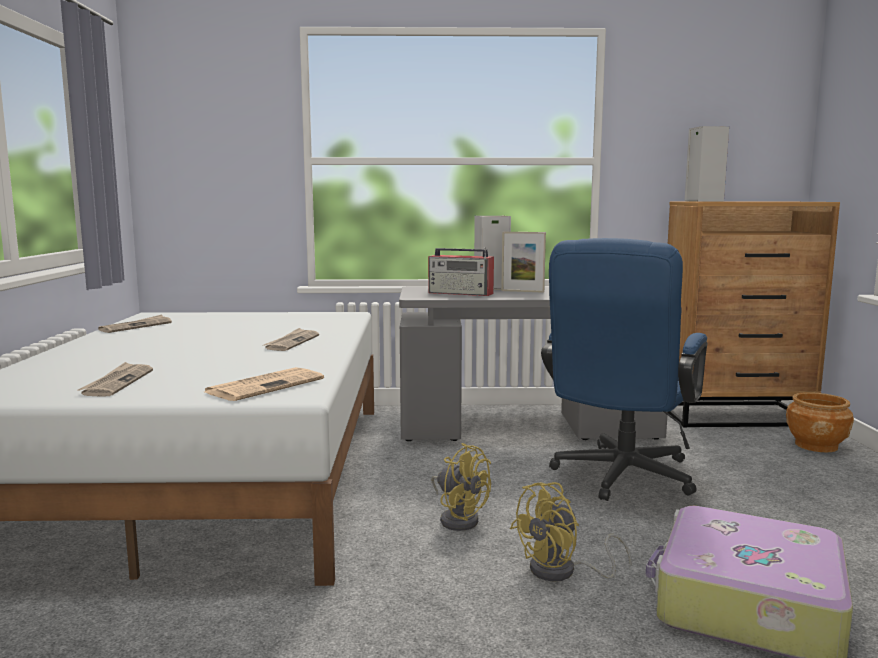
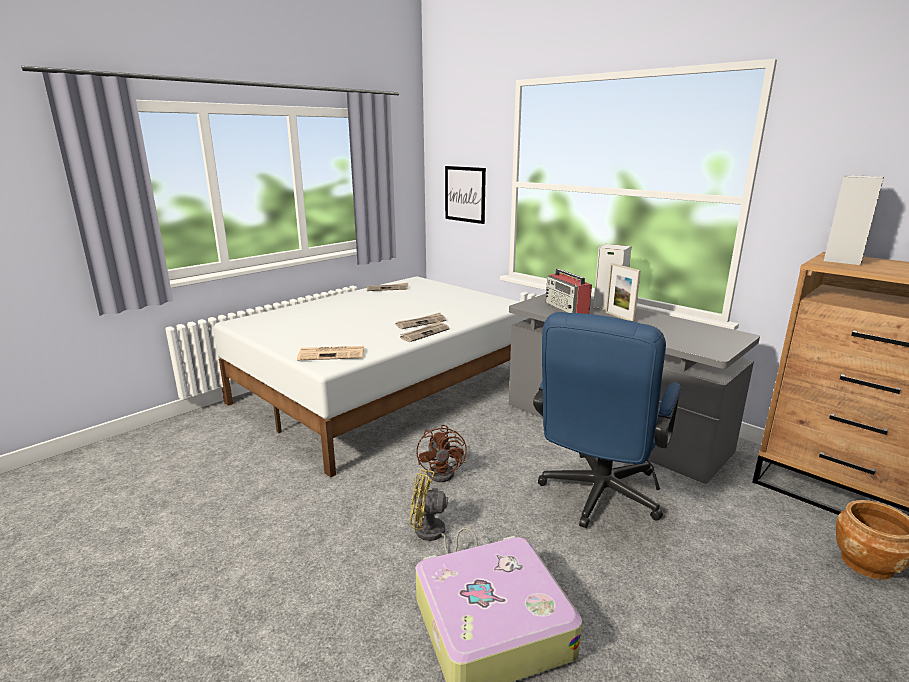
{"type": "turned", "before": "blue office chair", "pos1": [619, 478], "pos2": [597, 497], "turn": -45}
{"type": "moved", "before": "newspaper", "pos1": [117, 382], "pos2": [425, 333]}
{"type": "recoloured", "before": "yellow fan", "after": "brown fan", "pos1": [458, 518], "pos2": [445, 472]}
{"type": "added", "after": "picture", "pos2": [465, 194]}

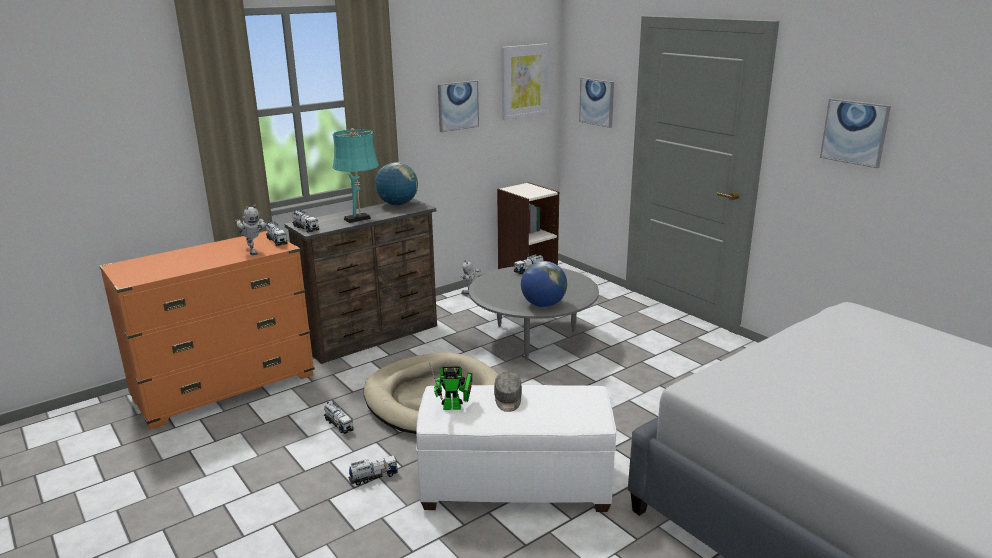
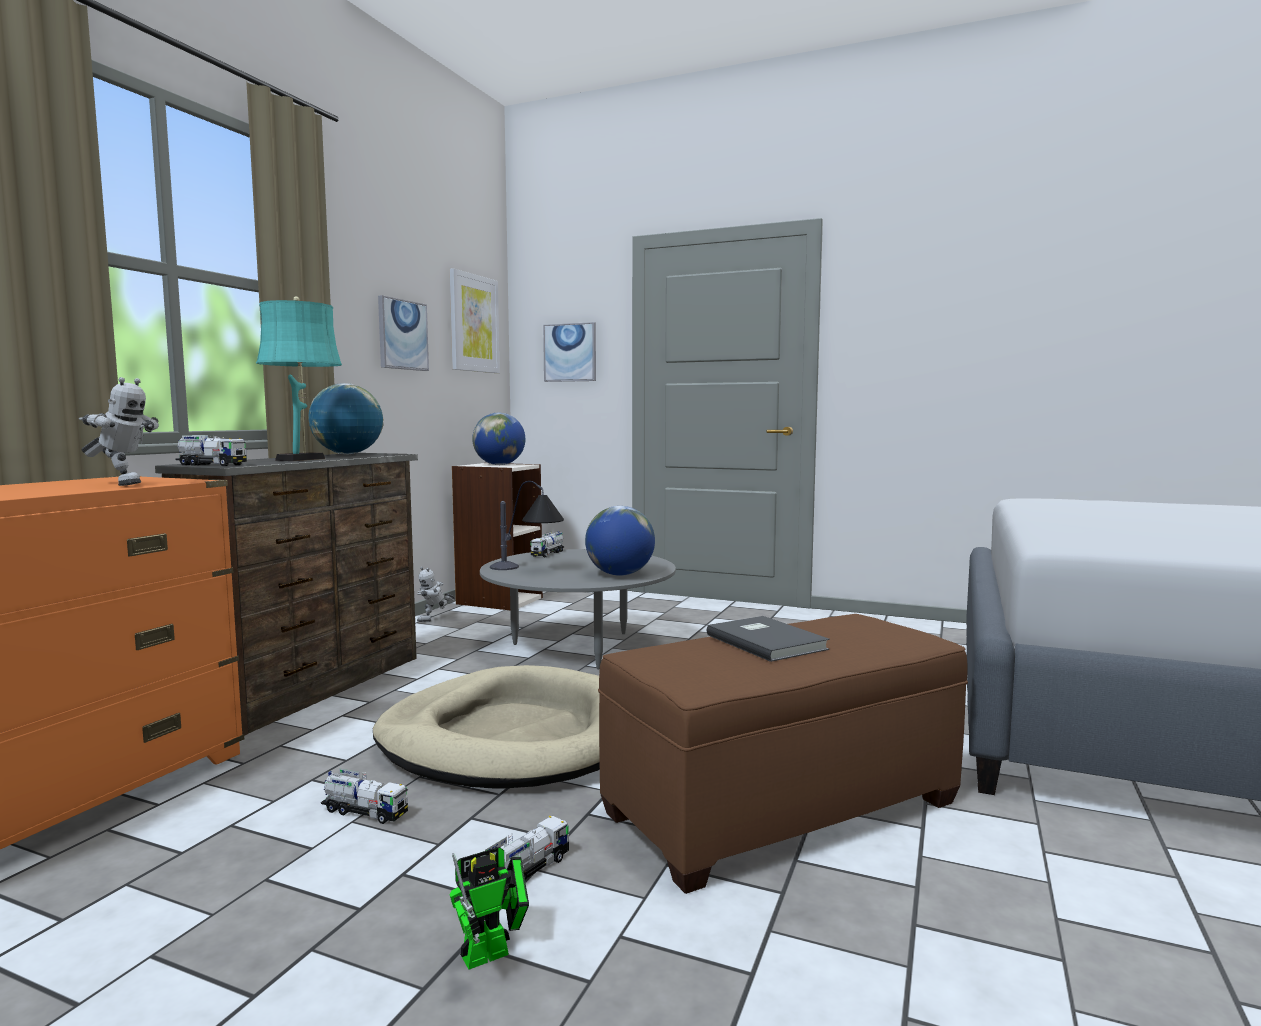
{"type": "removed", "before": "picture", "pos1": [854, 132]}
{"type": "removed", "before": "toy truck", "pos1": [276, 241]}
{"type": "moved", "before": "toy robot", "pos1": [455, 407], "pos2": [492, 953]}
{"type": "replaced", "before": "grey cap", "after": "grey book", "pos1": [508, 400], "pos2": [767, 641]}
{"type": "recoloured", "before": "white ottoman", "after": "brown ottoman", "pos1": [516, 483], "pos2": [782, 807]}
{"type": "added", "after": "globe", "pos2": [499, 465]}
{"type": "added", "after": "table lamp", "pos2": [529, 570]}

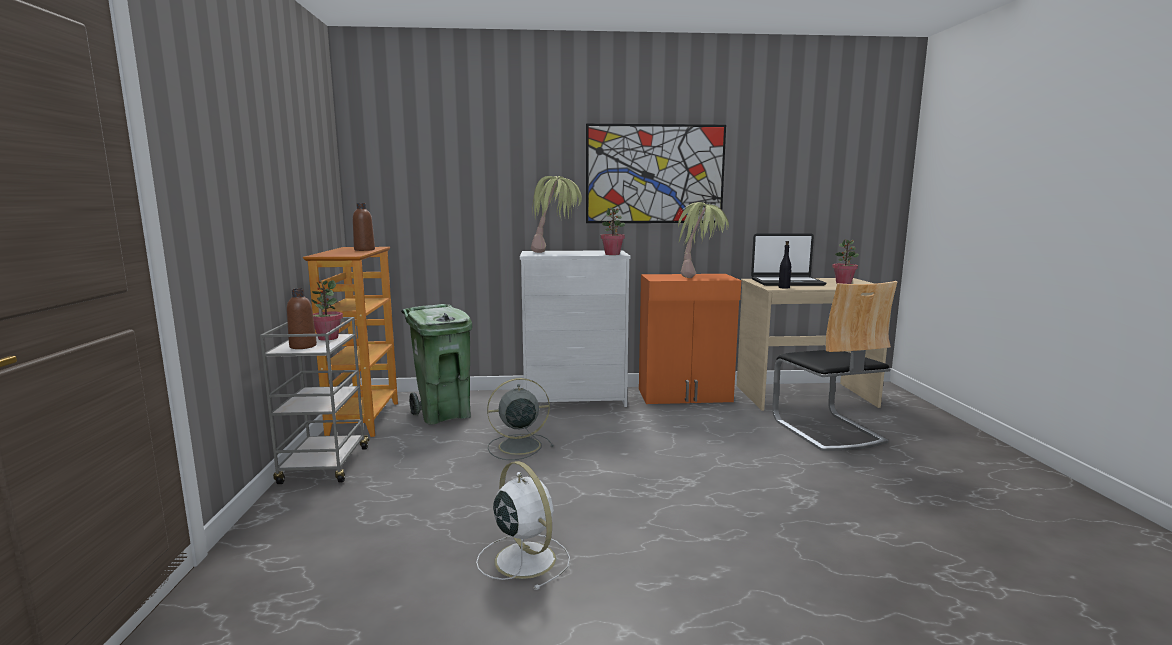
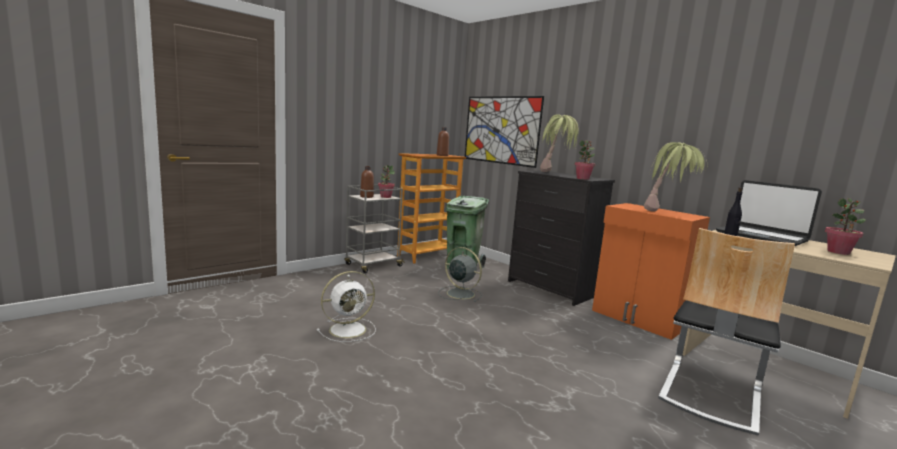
{"type": "moved", "before": "picture", "pos1": [655, 174], "pos2": [501, 130]}
{"type": "recoloured", "before": "white dresser", "after": "black dresser", "pos1": [575, 399], "pos2": [551, 289]}
{"type": "turned", "before": "white fan", "pos1": [523, 558], "pos2": [349, 329], "turn": 45}

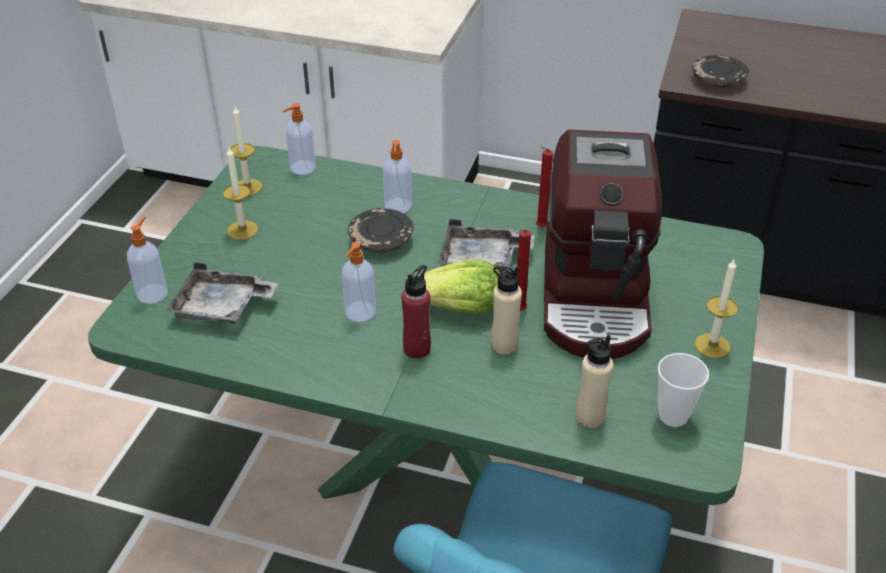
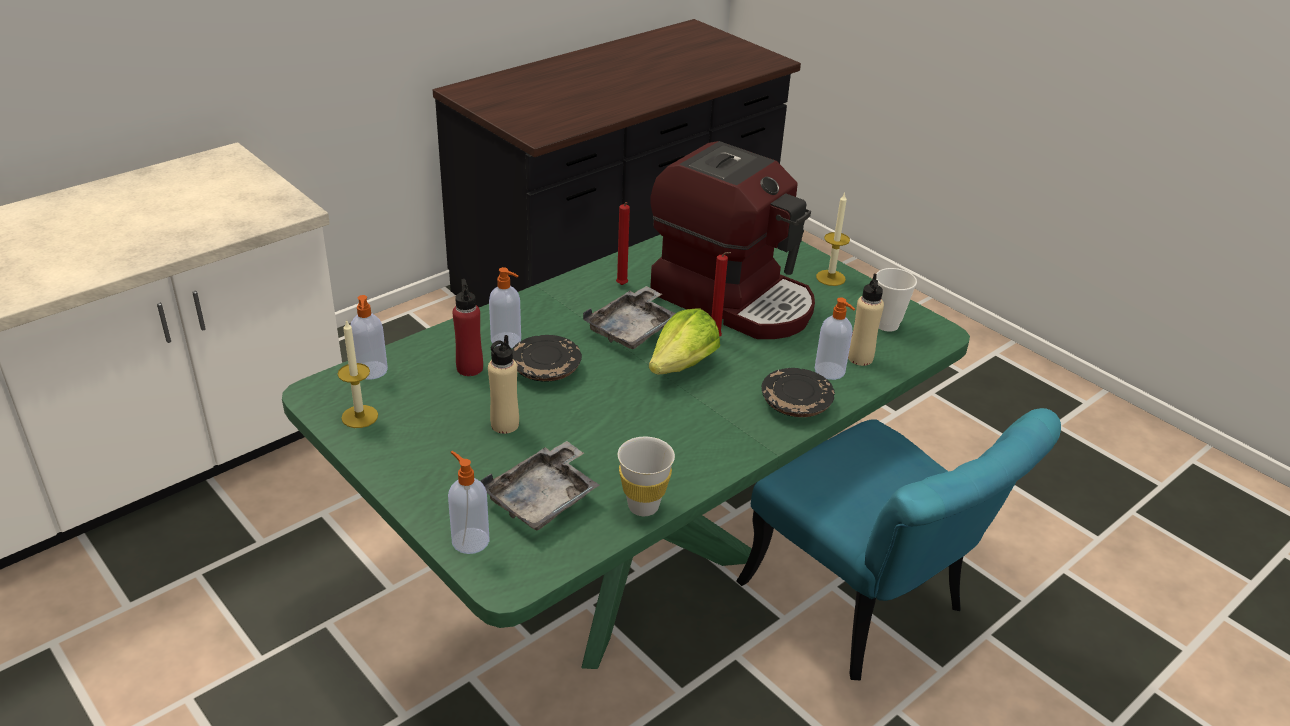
{"type": "moved", "before": "black plate", "pos1": [718, 80], "pos2": [796, 403]}
{"type": "removed", "before": "candle", "pos1": [242, 230]}
{"type": "moved", "before": "soap dispenser", "pos1": [359, 312], "pos2": [830, 371]}
{"type": "moved", "before": "red bottle", "pos1": [417, 349], "pos2": [469, 368]}
{"type": "moved", "before": "beige bottle", "pos1": [504, 344], "pos2": [504, 424]}
{"type": "added", "after": "white cup", "pos2": [643, 506]}

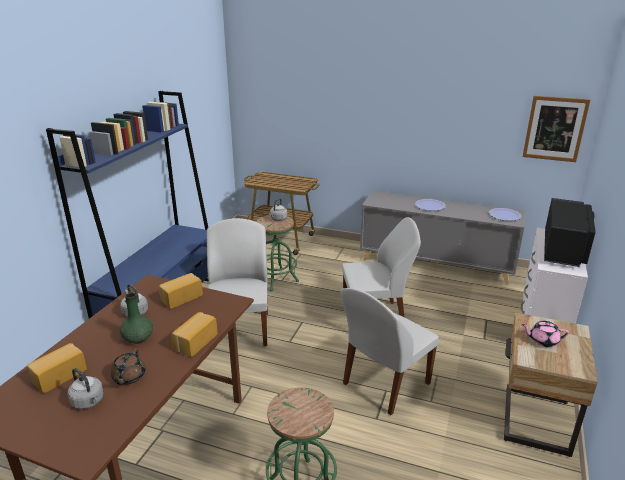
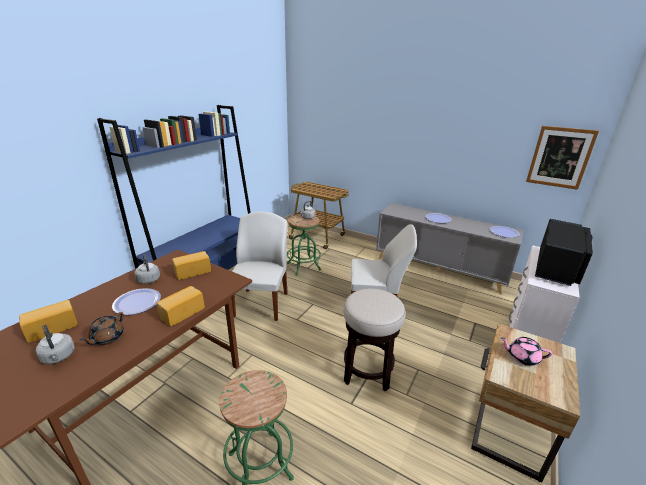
{"type": "replaced", "before": "white chair", "after": "stool", "pos1": [384, 384], "pos2": [367, 371]}
{"type": "replaced", "before": "green vase", "after": "plate", "pos1": [138, 338], "pos2": [137, 302]}

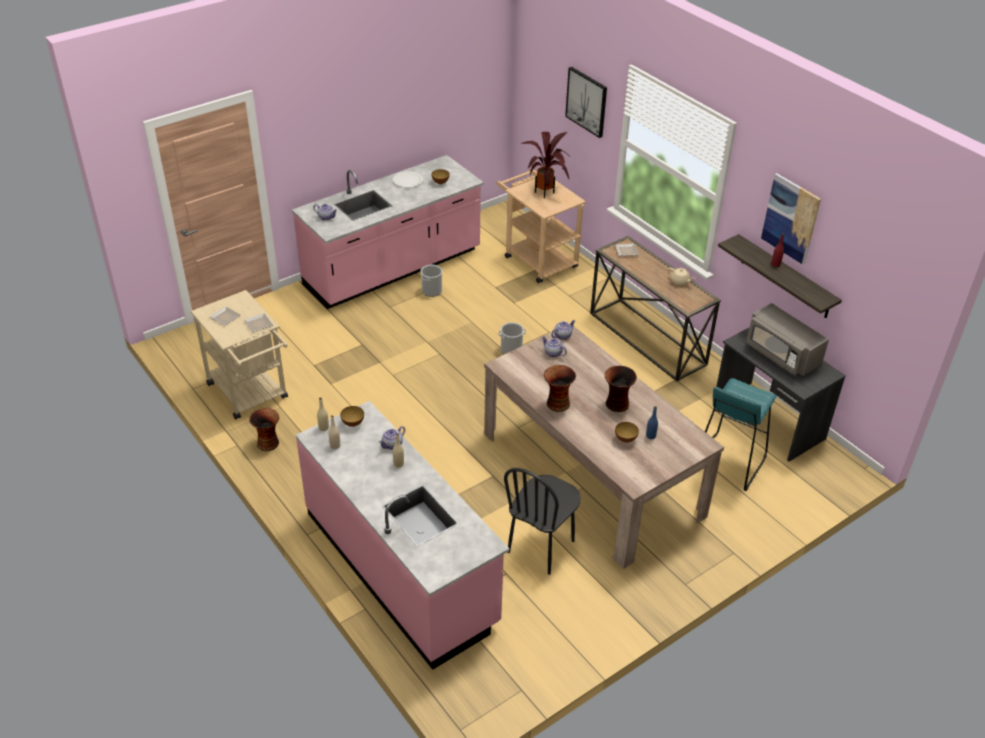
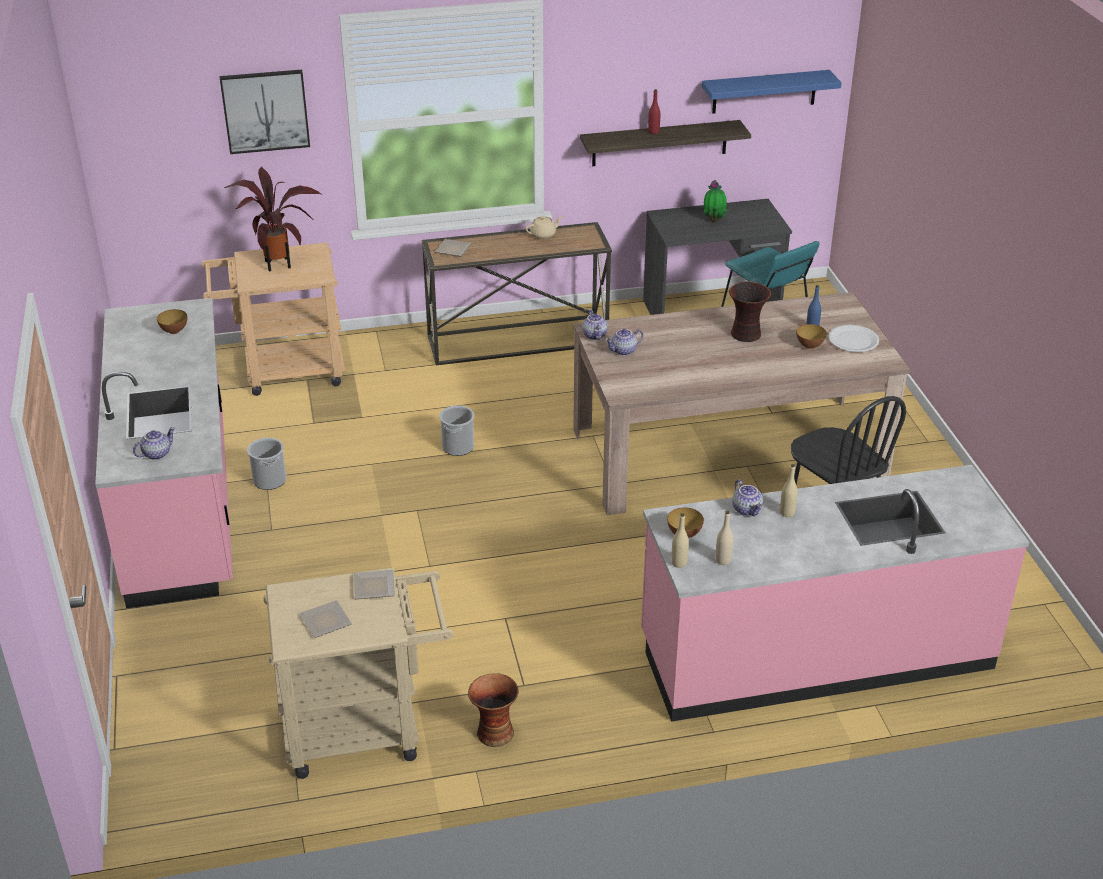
{"type": "moved", "before": "white plate", "pos1": [408, 180], "pos2": [853, 340]}
{"type": "removed", "before": "picture", "pos1": [791, 218]}
{"type": "replaced", "before": "grey microwave", "after": "potted plant", "pos1": [781, 355], "pos2": [714, 220]}
{"type": "removed", "before": "vase", "pos1": [557, 403]}
{"type": "added", "after": "blue shelf", "pos2": [764, 91]}

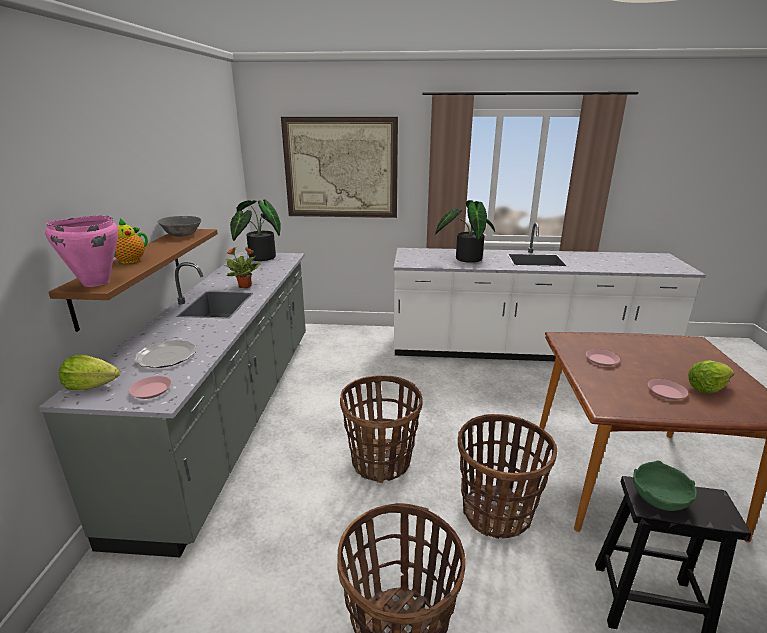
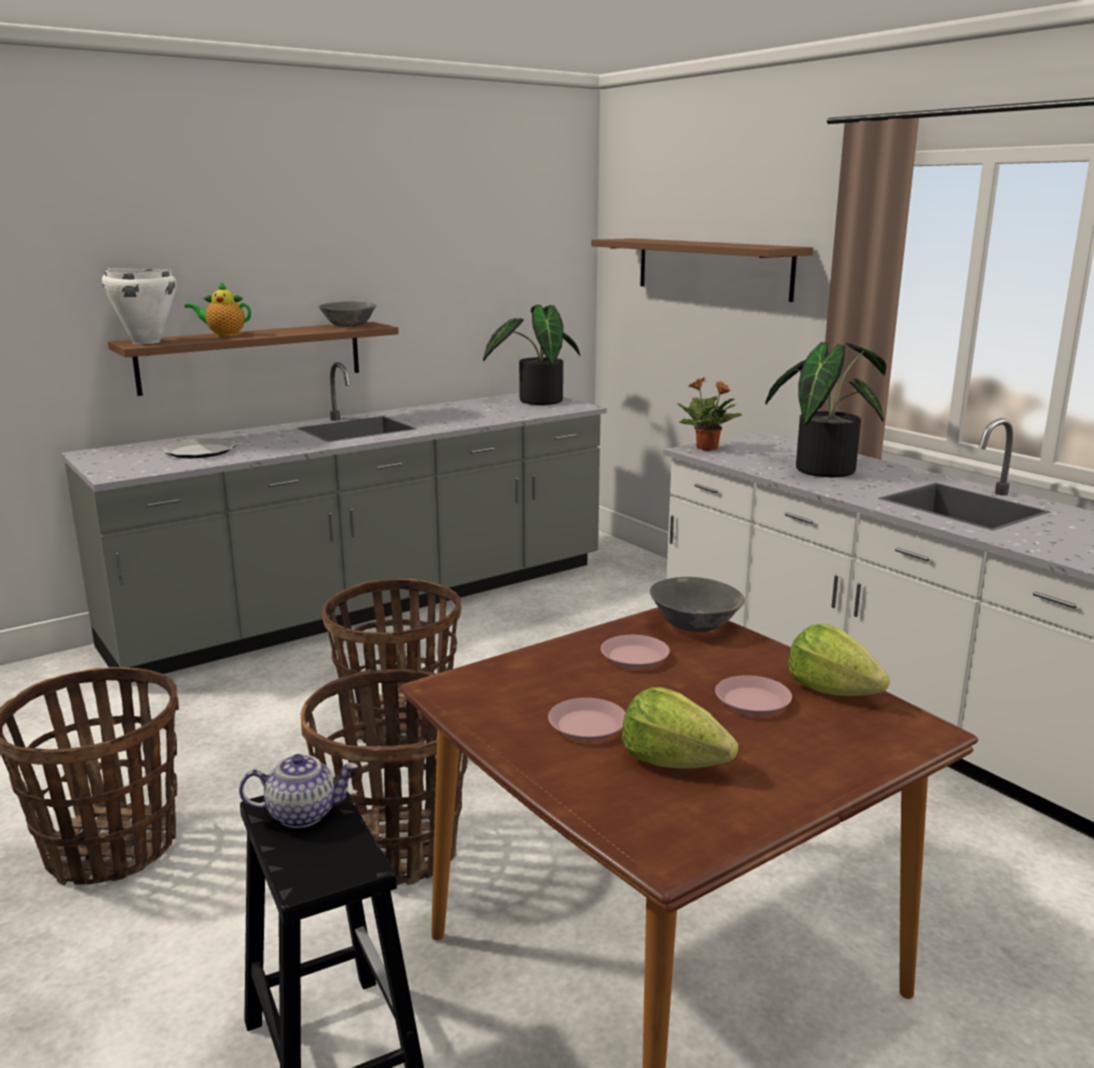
{"type": "replaced", "before": "picture", "after": "brown shelf", "pos1": [341, 168], "pos2": [712, 268]}
{"type": "recoloured", "before": "pink cooking pot", "after": "white cooking pot", "pos1": [95, 283], "pos2": [146, 342]}
{"type": "moved", "before": "potted plant", "pos1": [245, 286], "pos2": [708, 448]}
{"type": "moved", "before": "lettuce", "pos1": [91, 386], "pos2": [832, 690]}
{"type": "moved", "before": "pink plate", "pos1": [151, 390], "pos2": [753, 701]}
{"type": "replaced", "before": "green bowl", "after": "teapot", "pos1": [659, 498], "pos2": [303, 813]}
{"type": "added", "after": "grey bowl", "pos2": [693, 625]}

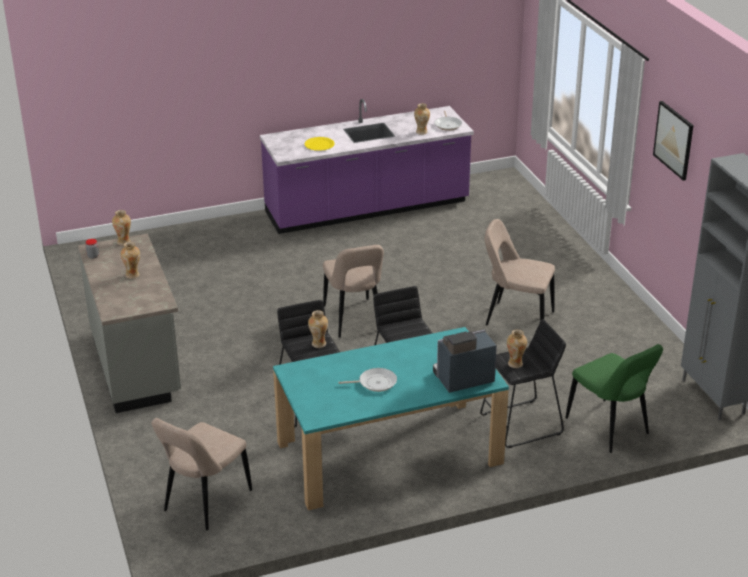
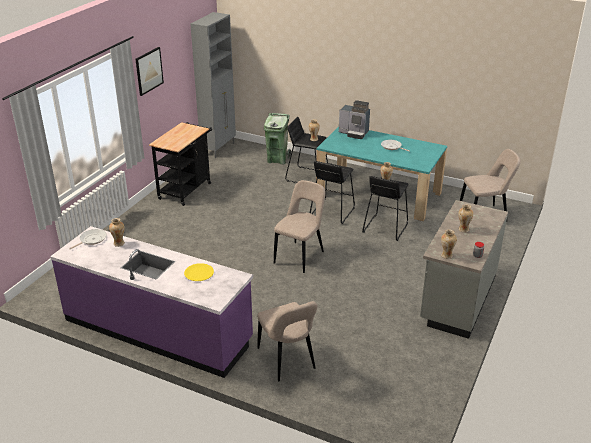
{"type": "moved", "before": "beige chair", "pos1": [516, 318], "pos2": [287, 360]}
{"type": "replaced", "before": "green chair", "after": "green trash can", "pos1": [609, 428], "pos2": [277, 159]}
{"type": "added", "after": "black cart", "pos2": [186, 189]}

